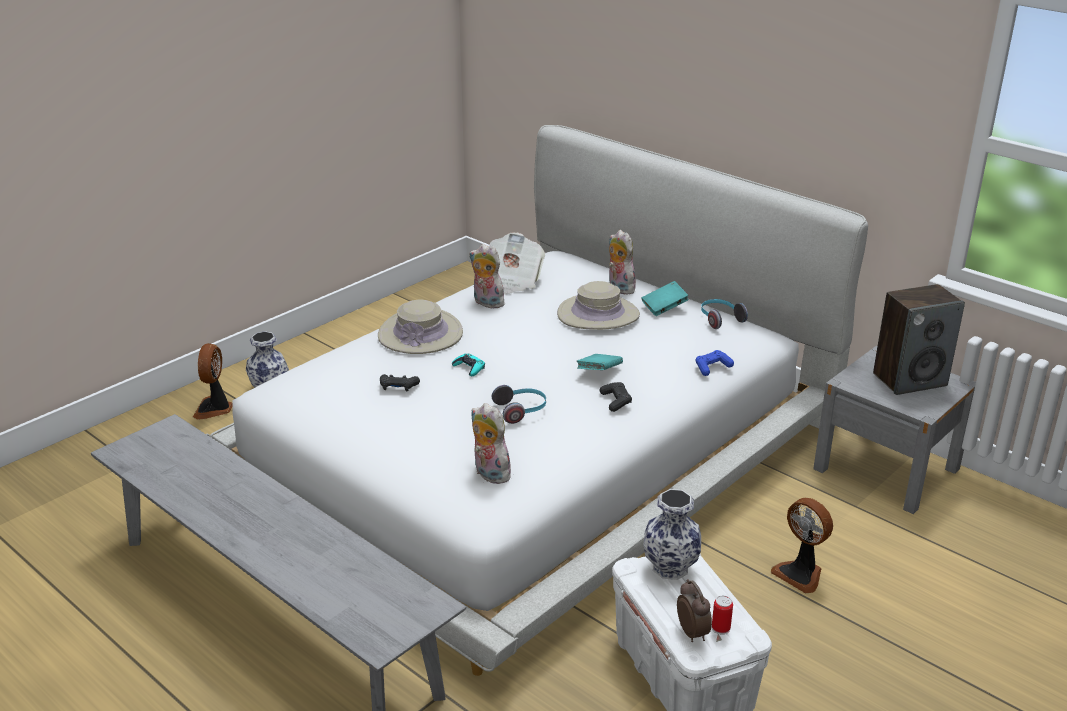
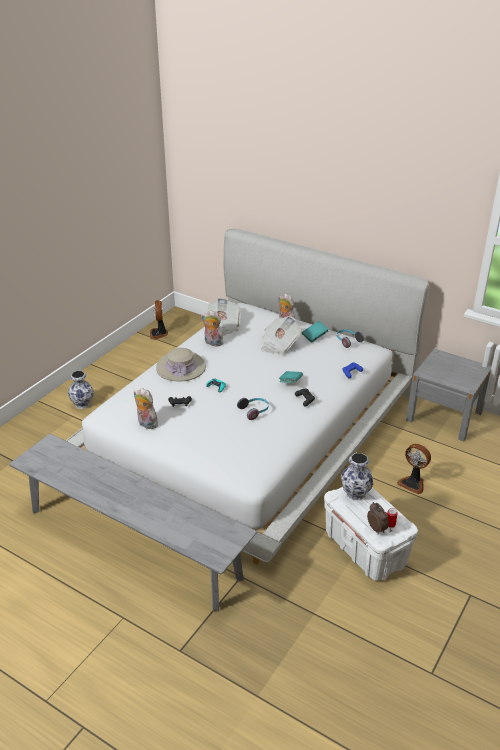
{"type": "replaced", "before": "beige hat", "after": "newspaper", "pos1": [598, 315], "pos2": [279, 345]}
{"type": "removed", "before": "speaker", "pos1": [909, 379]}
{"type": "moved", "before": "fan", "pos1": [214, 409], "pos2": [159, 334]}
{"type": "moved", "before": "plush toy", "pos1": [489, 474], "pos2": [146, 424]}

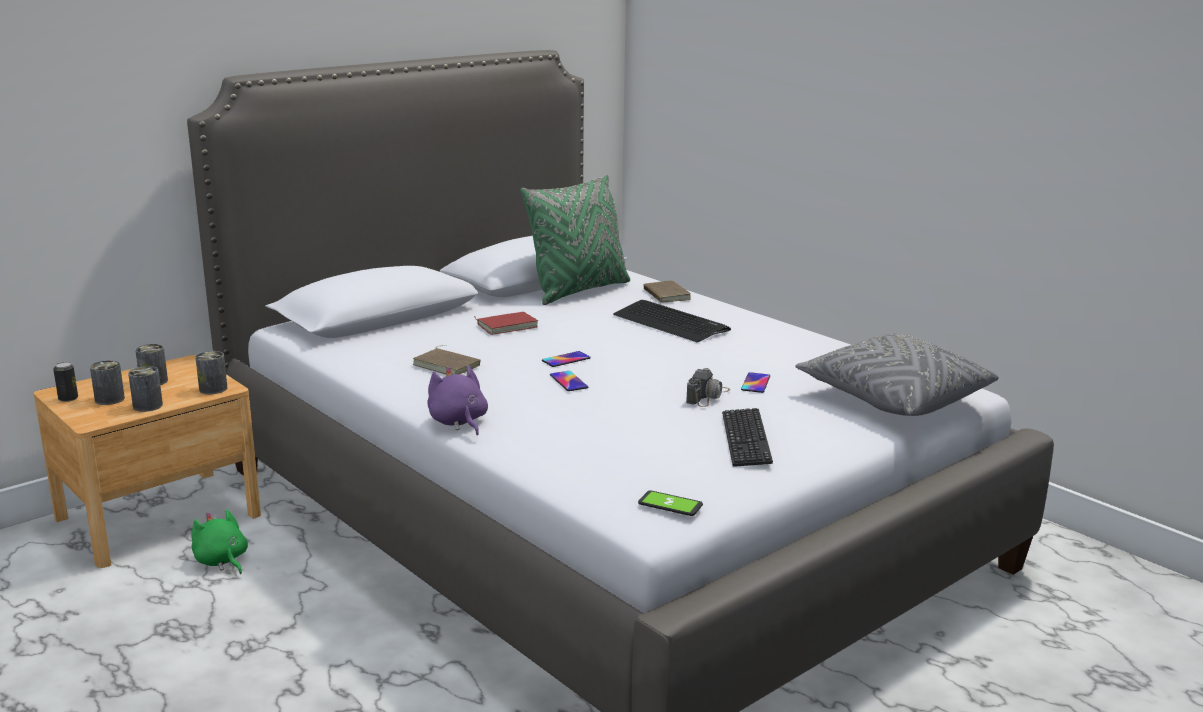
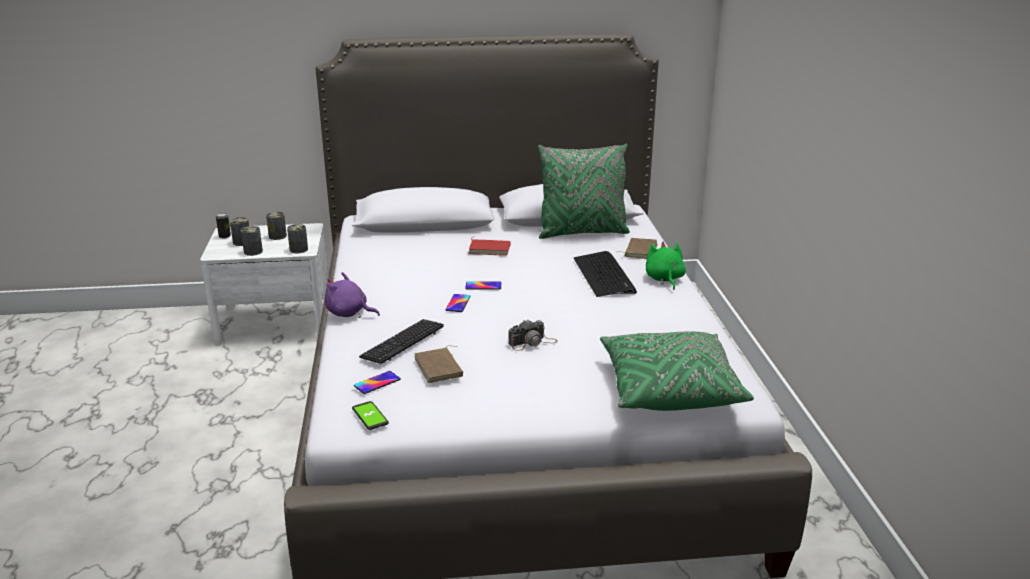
{"type": "recoloured", "before": "grey pillow", "after": "green pillow", "pos1": [893, 399], "pos2": [669, 389]}
{"type": "moved", "before": "brown book", "pos1": [448, 365], "pos2": [440, 368]}
{"type": "recoloured", "before": "brown nightstand", "after": "white nightstand", "pos1": [158, 516], "pos2": [275, 322]}
{"type": "turned", "before": "purple plush toy", "pos1": [458, 422], "pos2": [349, 313], "turn": -75}
{"type": "moved", "before": "phone", "pos1": [755, 383], "pos2": [377, 382]}
{"type": "moved", "before": "keyboard", "pos1": [746, 439], "pos2": [403, 343]}
{"type": "moved", "before": "green plush toy", "pos1": [221, 561], "pos2": [664, 279]}

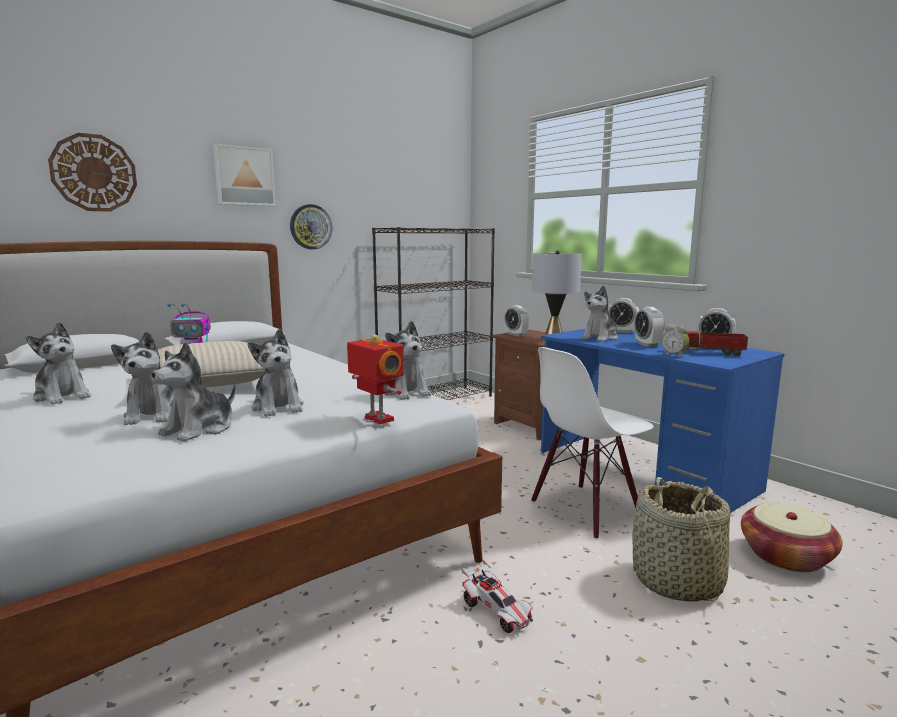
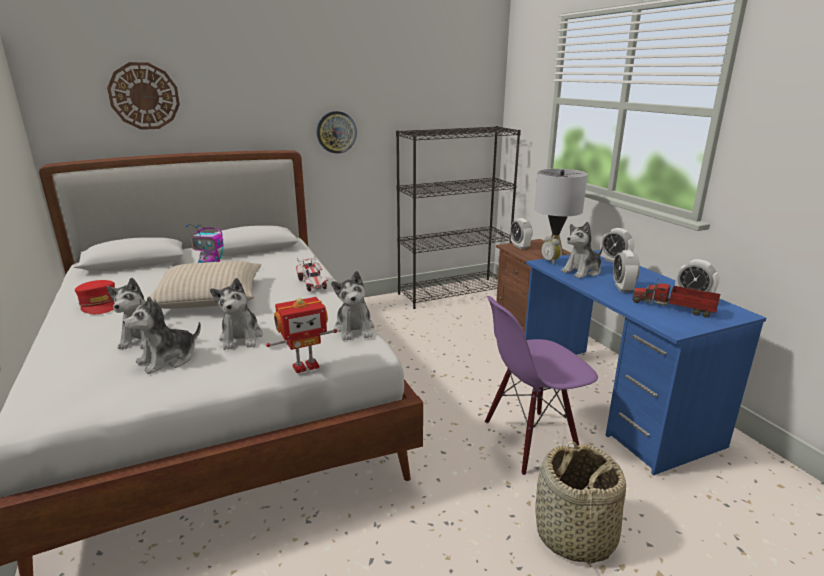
{"type": "removed", "before": "picture", "pos1": [244, 176]}
{"type": "replaced", "before": "plush toy", "after": "red cap", "pos1": [62, 396], "pos2": [99, 304]}
{"type": "moved", "before": "alarm clock", "pos1": [674, 355], "pos2": [550, 261]}
{"type": "turned", "before": "toy robot", "pos1": [377, 419], "pos2": [305, 366], "turn": 90}
{"type": "recoloured", "before": "white chair", "after": "purple chair", "pos1": [585, 510], "pos2": [530, 440]}
{"type": "removed", "before": "basket", "pos1": [786, 556]}
{"type": "moved", "before": "toy car", "pos1": [497, 612], "pos2": [313, 284]}

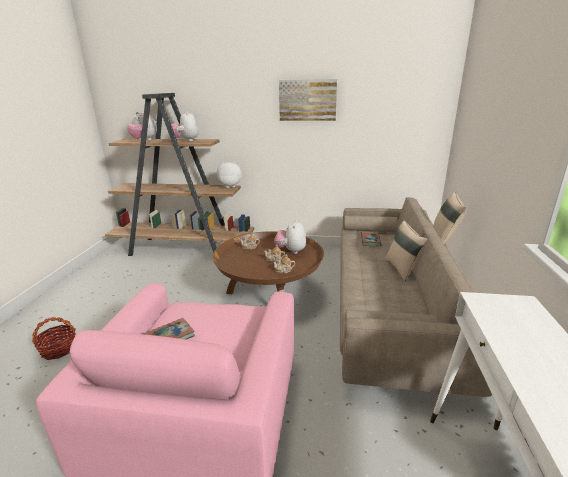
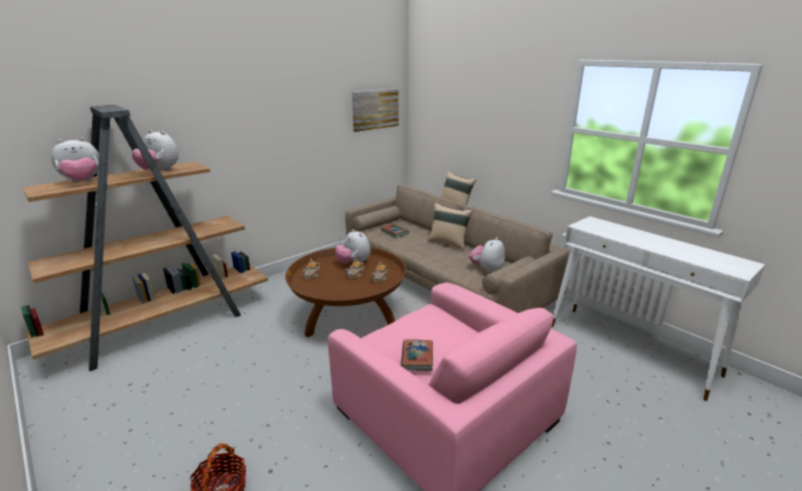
{"type": "moved", "before": "picture", "pos1": [307, 100], "pos2": [375, 109]}
{"type": "moved", "before": "plush toy", "pos1": [230, 186], "pos2": [487, 269]}

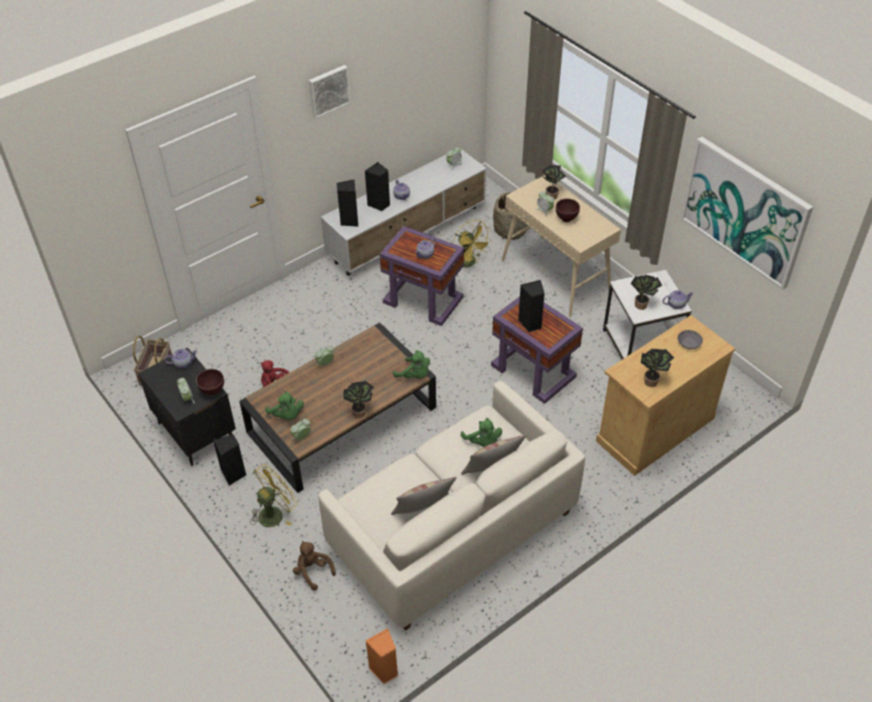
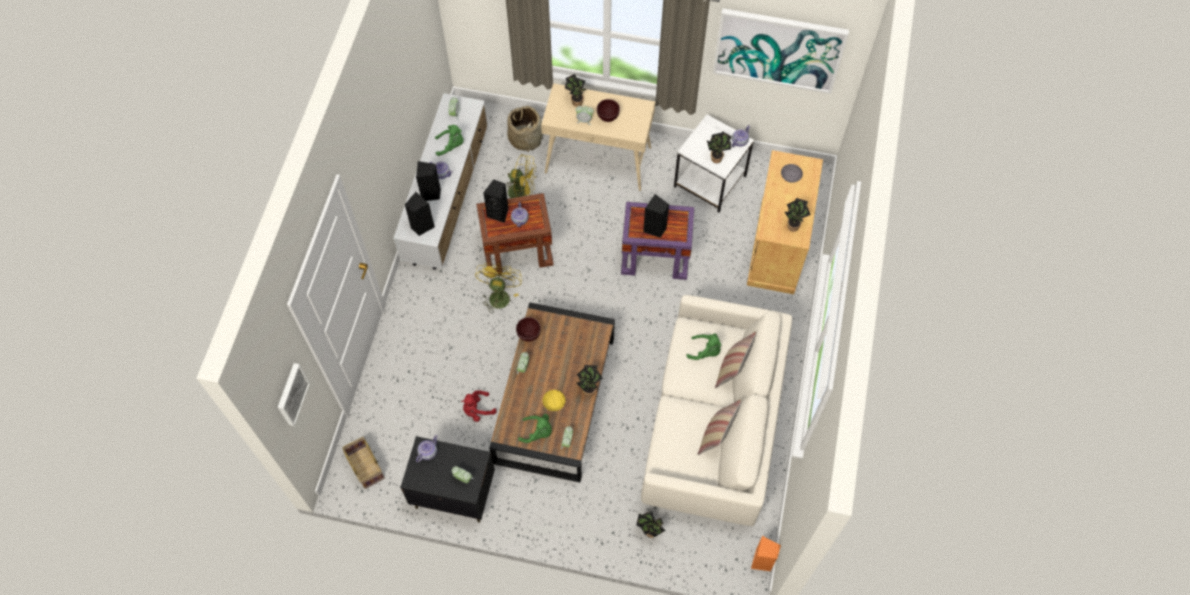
{"type": "moved", "before": "picture", "pos1": [328, 90], "pos2": [291, 394]}
{"type": "recoloured", "before": "purple side table", "after": "brown side table", "pos1": [424, 300], "pos2": [518, 251]}
{"type": "moved", "before": "green plush toy", "pos1": [415, 375], "pos2": [451, 145]}
{"type": "moved", "before": "brown bowl", "pos1": [213, 392], "pos2": [529, 335]}
{"type": "moved", "before": "black speaker", "pos1": [234, 474], "pos2": [499, 213]}
{"type": "moved", "before": "yellow fan", "pos1": [274, 513], "pos2": [499, 295]}
{"type": "replaced", "before": "brown plush toy", "after": "potted plant", "pos1": [312, 571], "pos2": [649, 532]}
{"type": "added", "after": "yellow bowl", "pos2": [554, 403]}

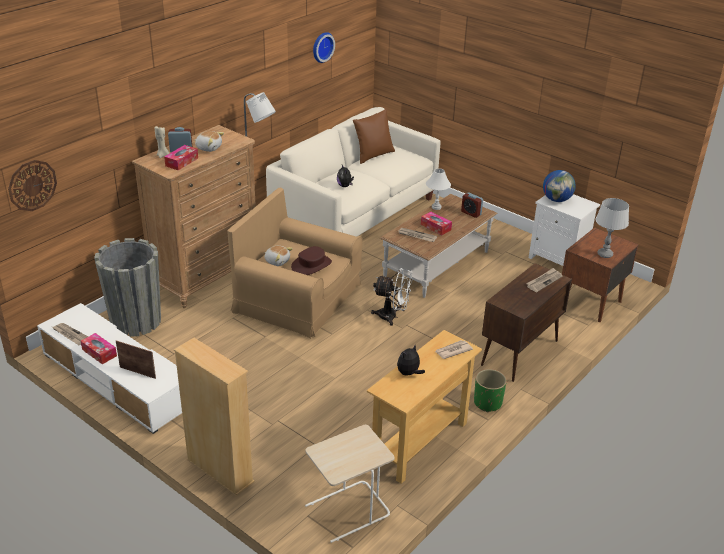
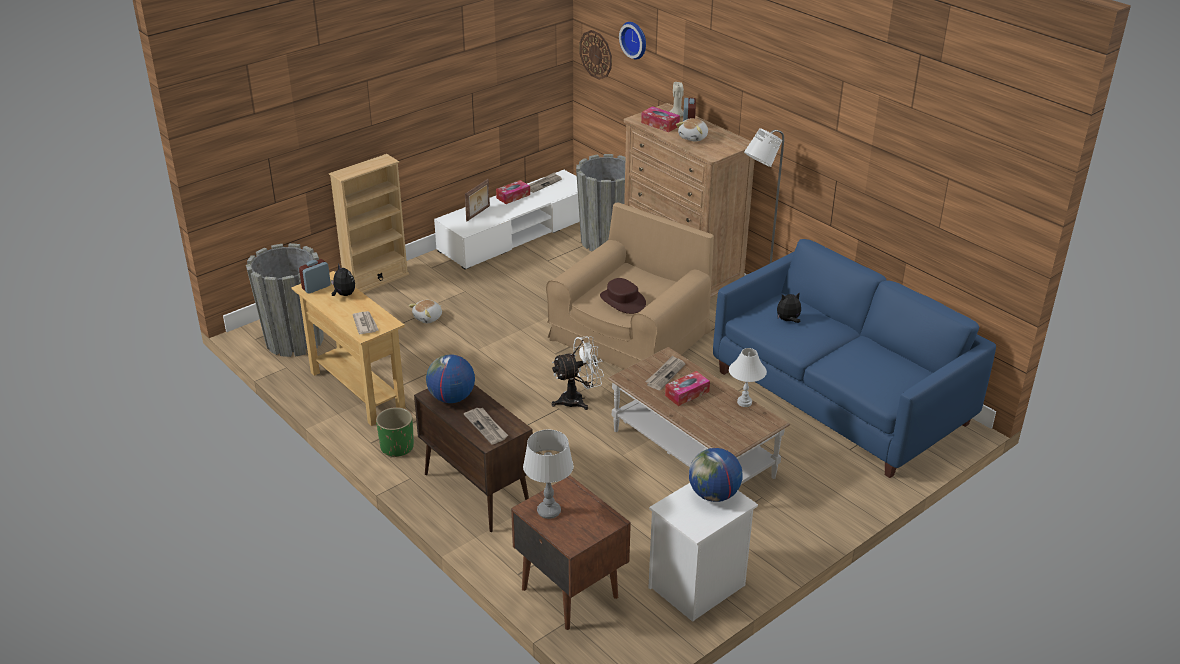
{"type": "moved", "before": "wall clock", "pos1": [321, 46], "pos2": [635, 39]}
{"type": "recoloured", "before": "white sofa", "after": "blue sofa", "pos1": [355, 211], "pos2": [841, 397]}
{"type": "removed", "before": "brown pillow", "pos1": [373, 155]}
{"type": "moved", "before": "alarm clock", "pos1": [471, 213], "pos2": [316, 287]}
{"type": "moved", "before": "plush toy", "pos1": [277, 261], "pos2": [428, 318]}
{"type": "turned", "before": "white fan", "pos1": [392, 317], "pos2": [578, 400], "turn": -135}
{"type": "replaced", "before": "beige side table", "after": "grey planter", "pos1": [347, 511], "pos2": [294, 340]}
{"type": "added", "after": "globe", "pos2": [451, 398]}

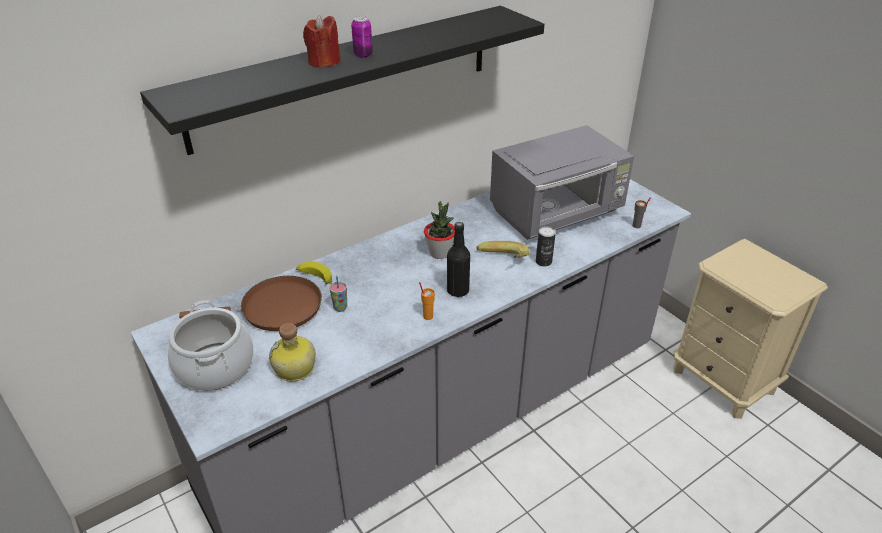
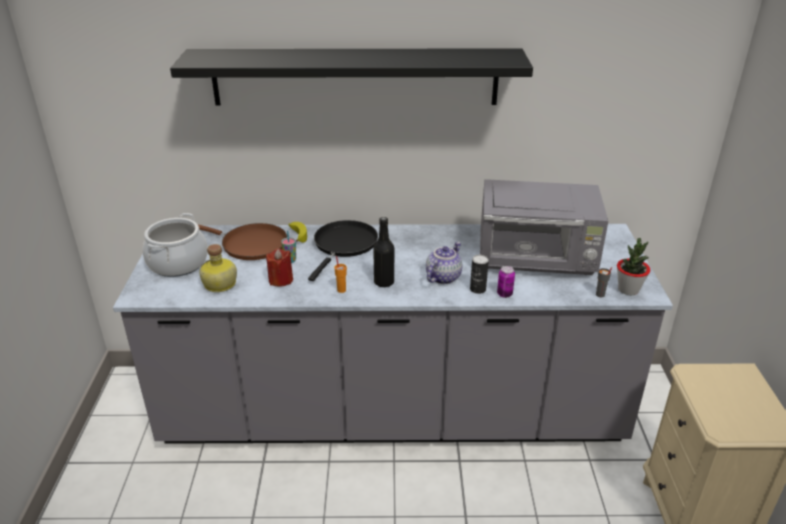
{"type": "moved", "before": "red candle", "pos1": [324, 62], "pos2": [281, 280]}
{"type": "moved", "before": "can", "pos1": [363, 55], "pos2": [504, 294]}
{"type": "moved", "before": "potted plant", "pos1": [440, 253], "pos2": [628, 290]}
{"type": "replaced", "before": "banana", "after": "teapot", "pos1": [502, 262], "pos2": [442, 277]}
{"type": "added", "after": "black frying pan", "pos2": [344, 245]}

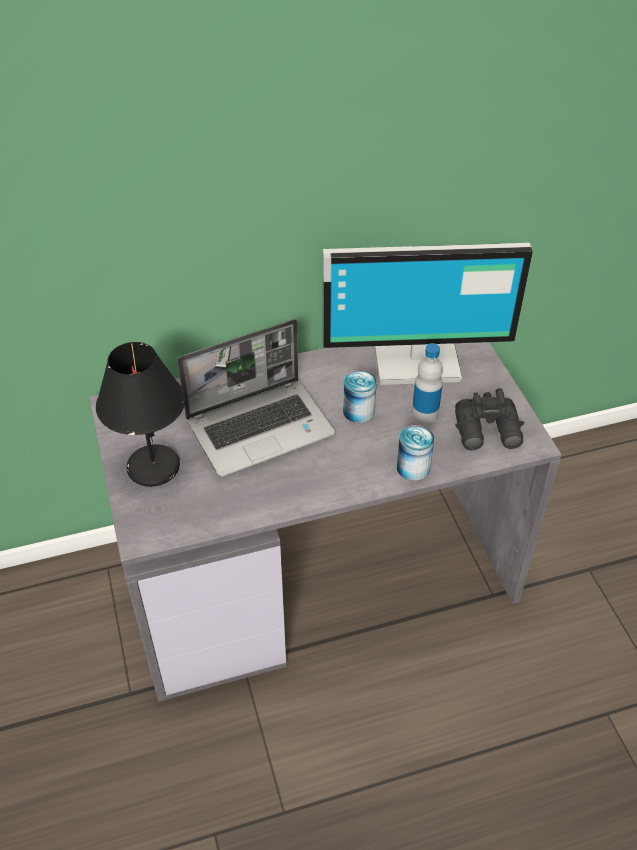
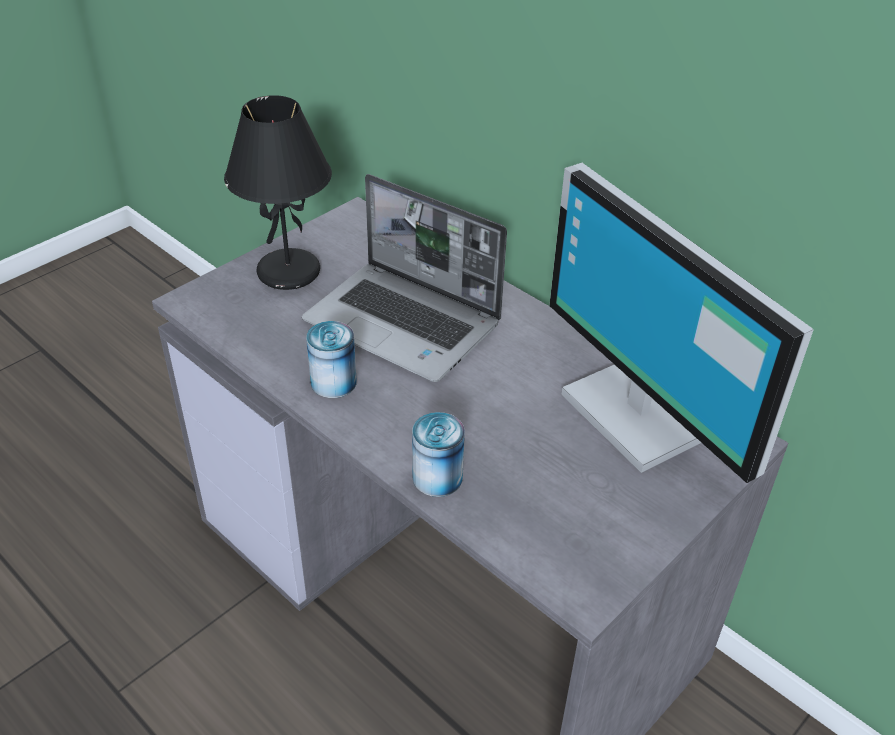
{"type": "removed", "before": "bottle", "pos1": [425, 413]}
{"type": "moved", "before": "can", "pos1": [358, 411], "pos2": [333, 382]}
{"type": "removed", "before": "black binoculars", "pos1": [488, 432]}

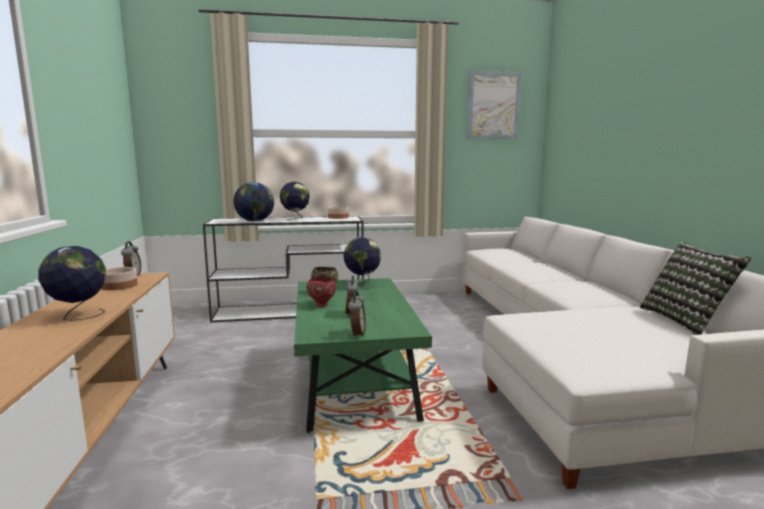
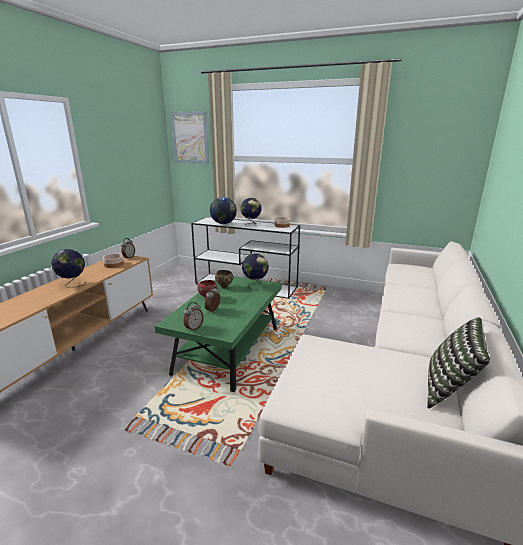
{"type": "moved", "before": "picture", "pos1": [493, 105], "pos2": [190, 138]}

